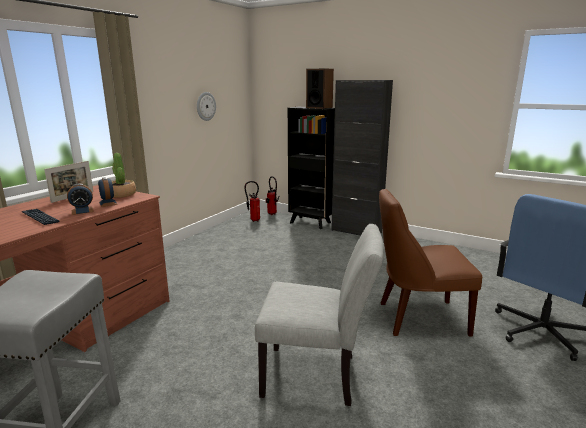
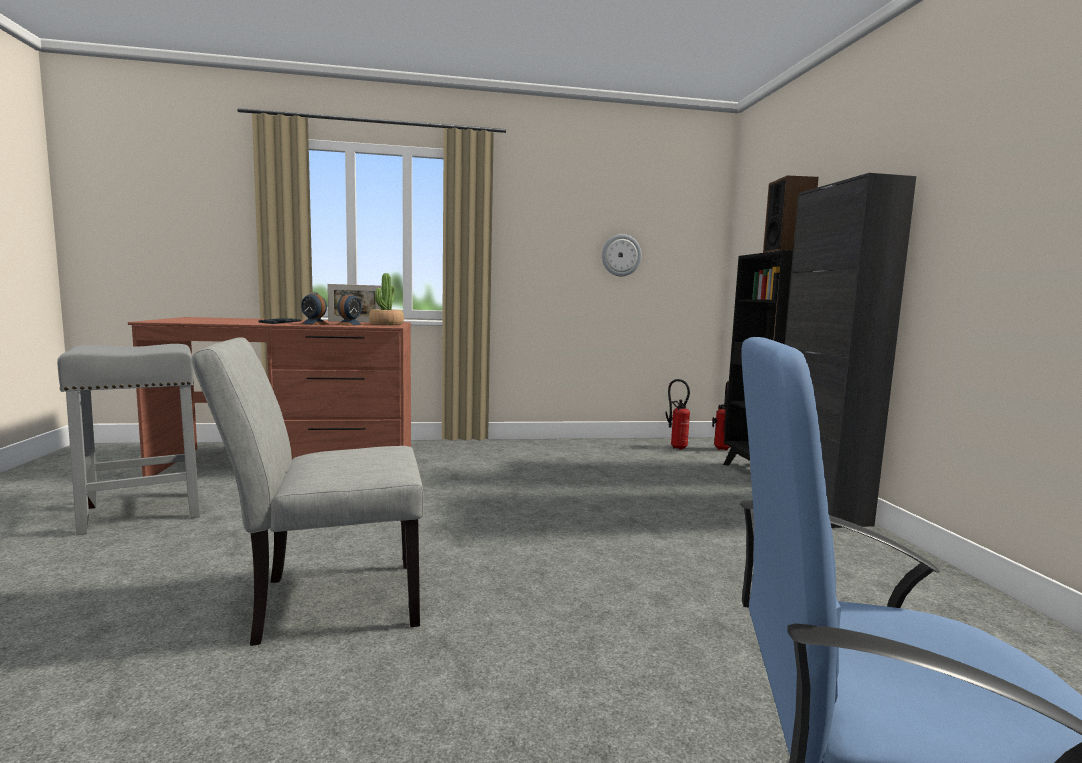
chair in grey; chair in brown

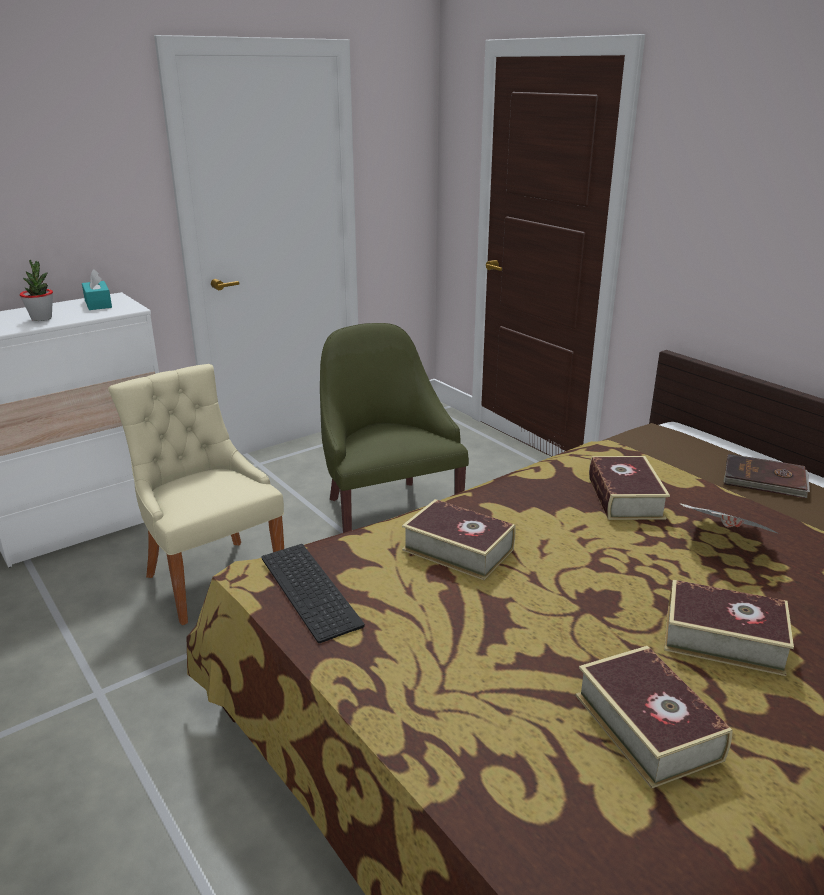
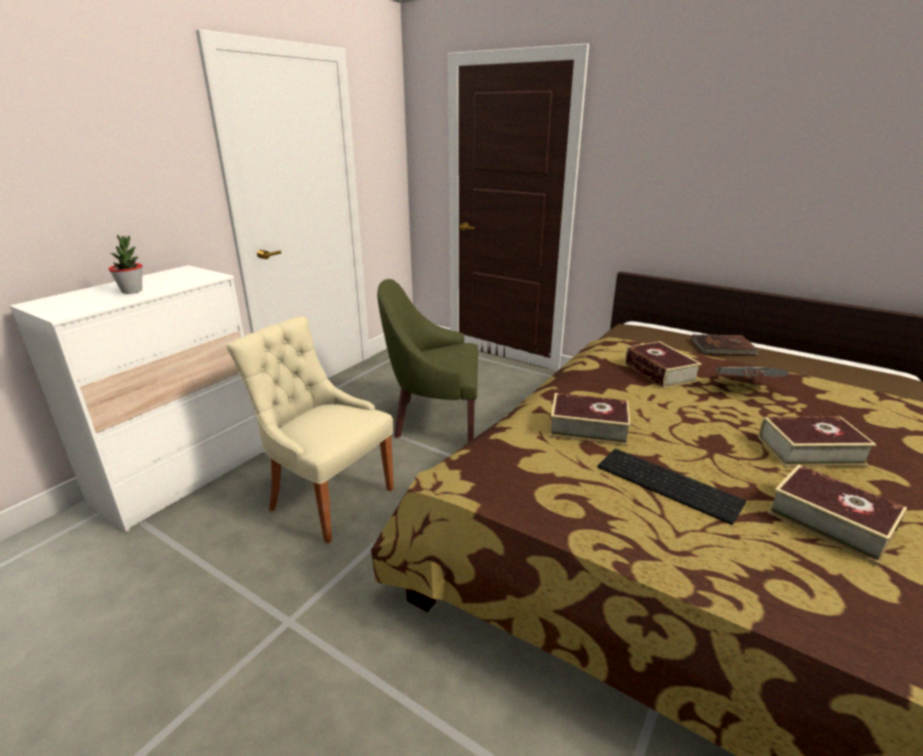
armchair in green; keyboard; tissue box in turquoise

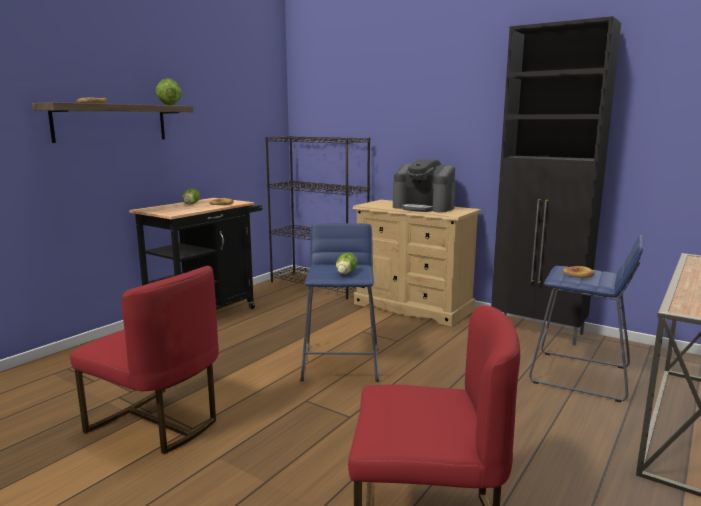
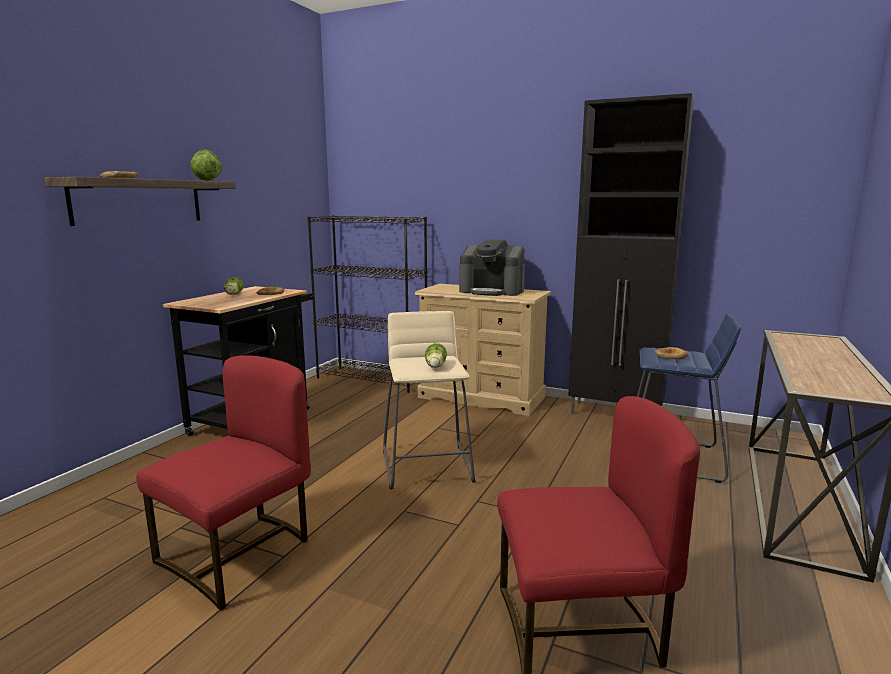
chair in red (no. 1 from left); stool in beige

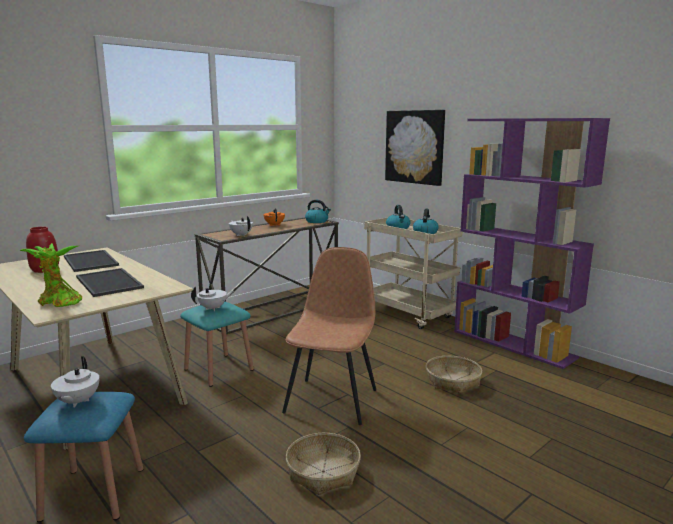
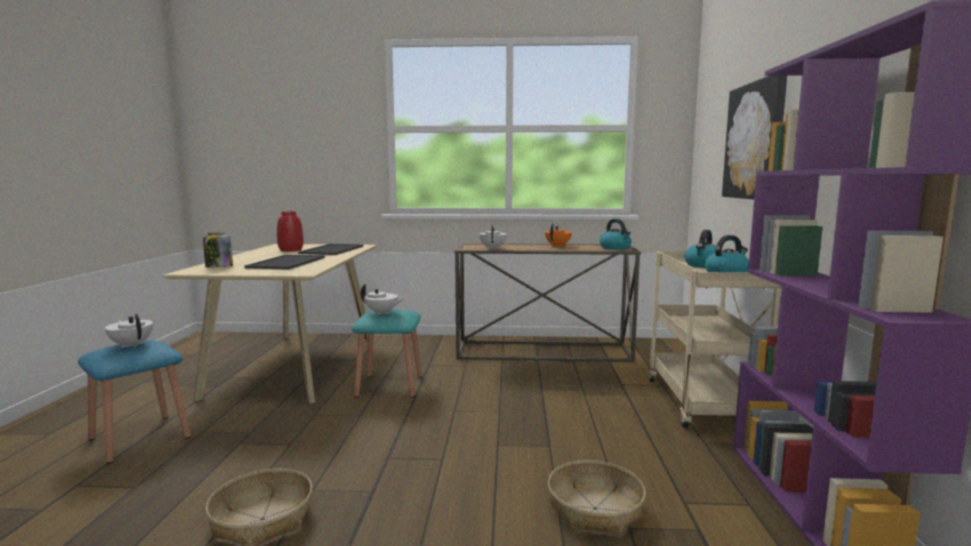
teapot in white (no. 1 from left); jar; chair in brown

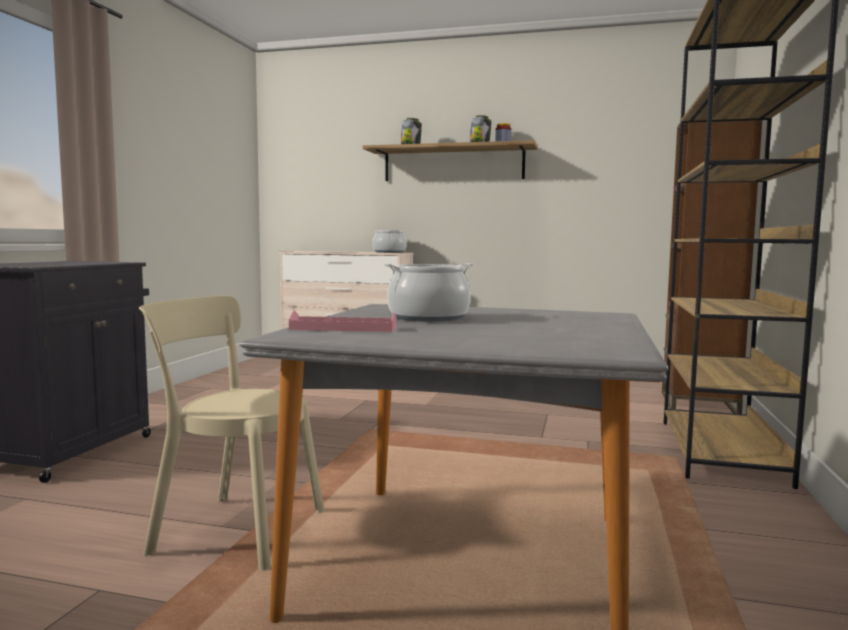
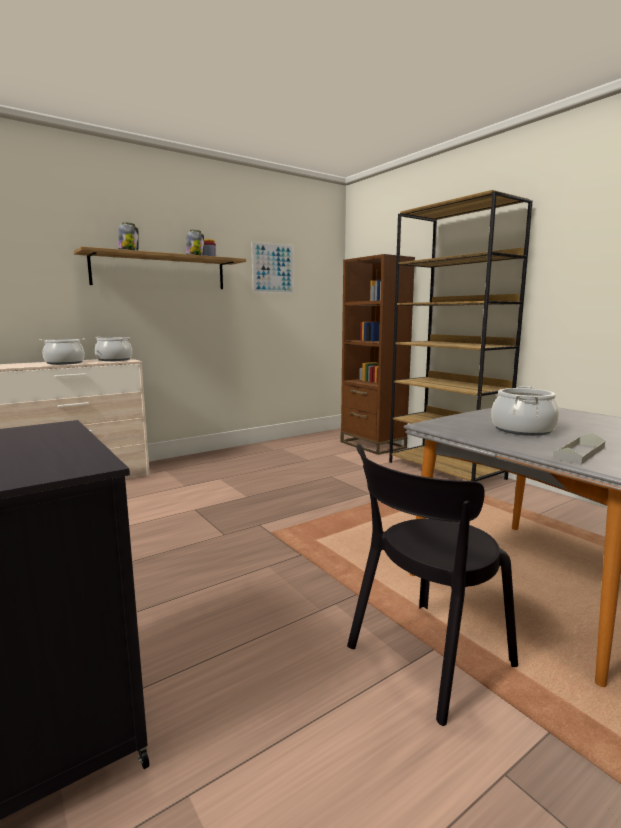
cooking pot (no. 1 from left); picture; chair in black; tray in grey

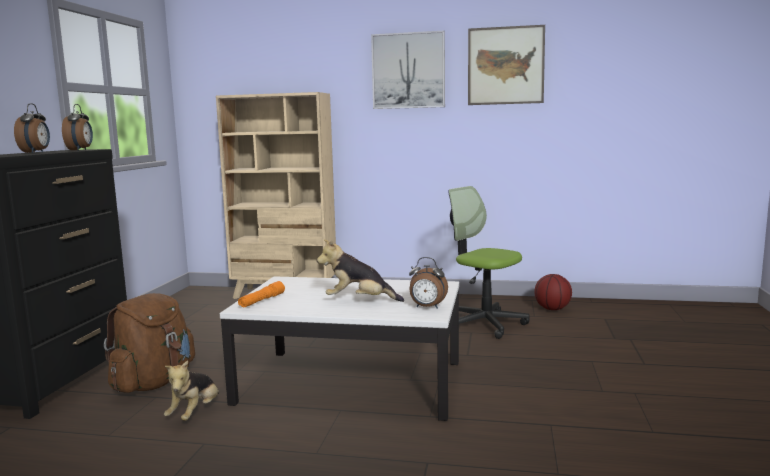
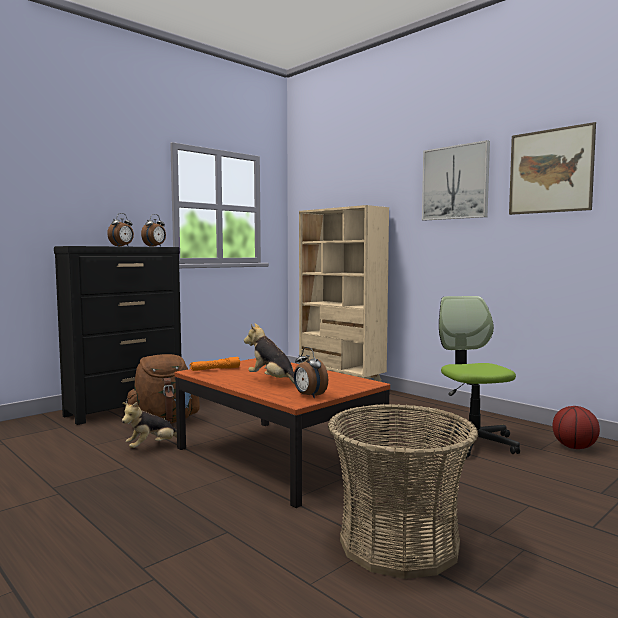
coffee table in brown; basket

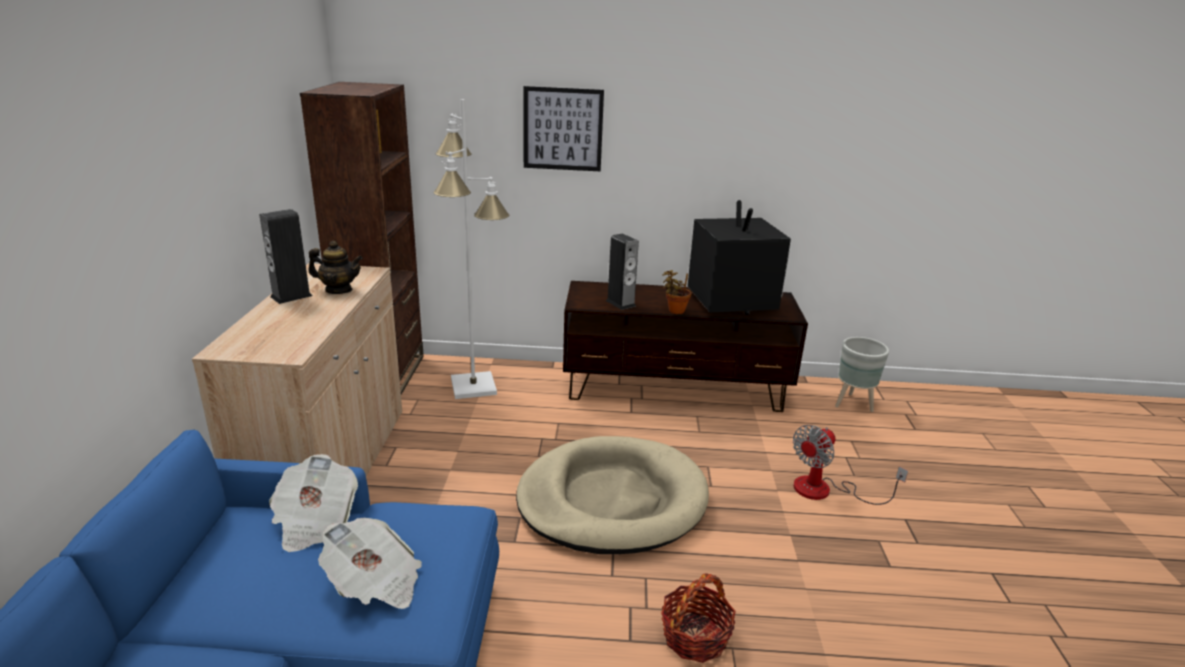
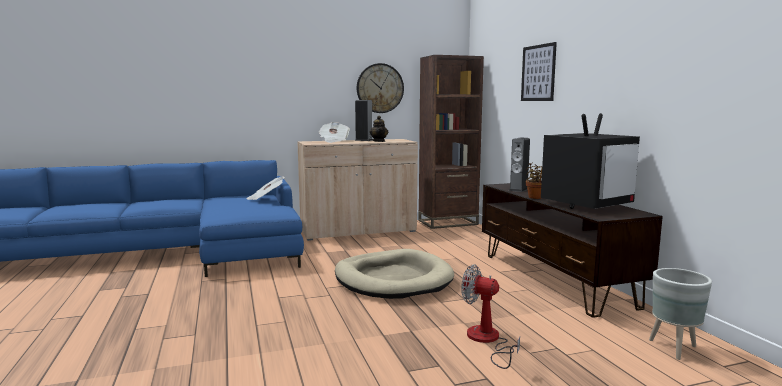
newspaper (no. 2 from left); wall clock; floor lamp in white; basket

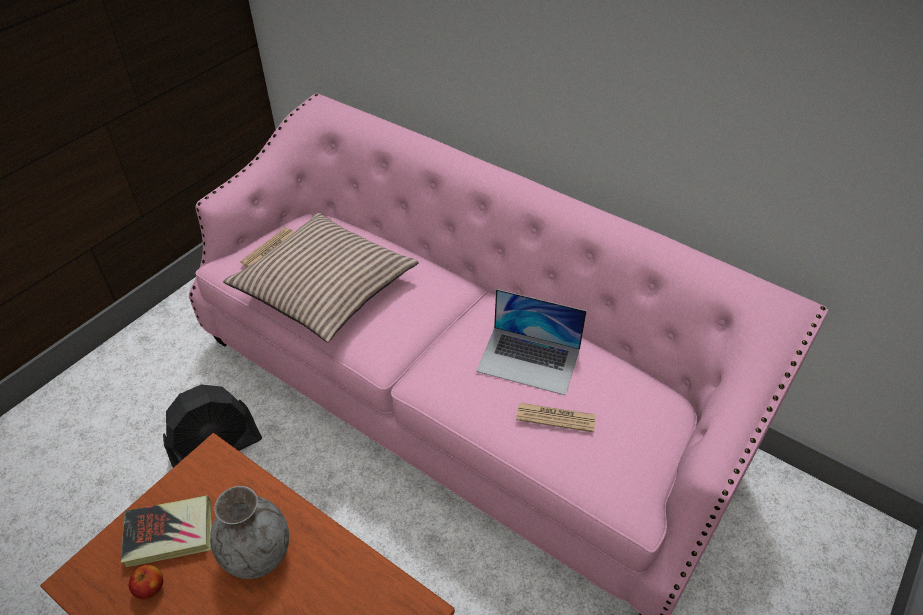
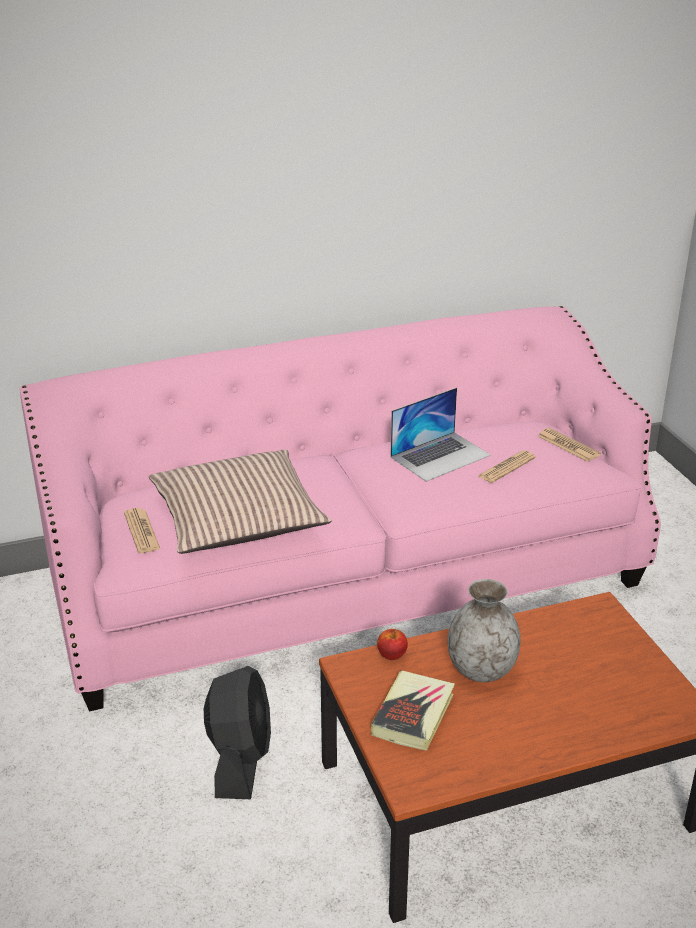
apple; newspaper (no. 3 from left)

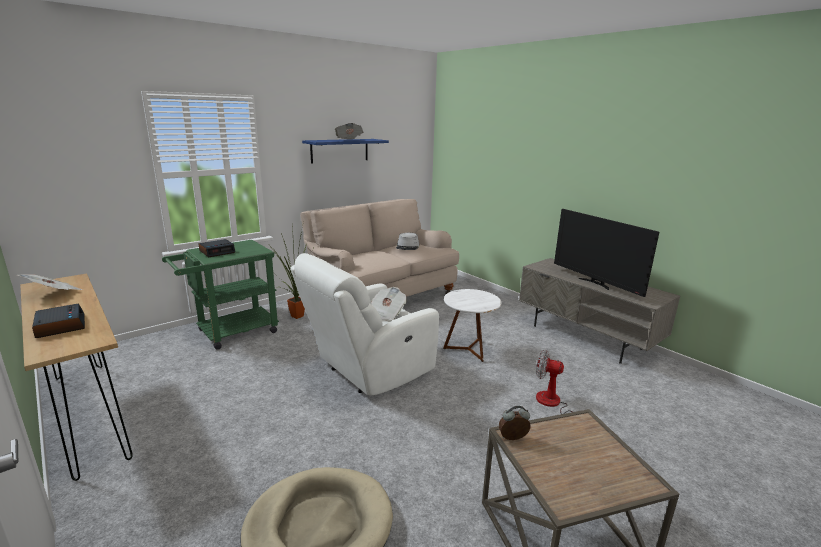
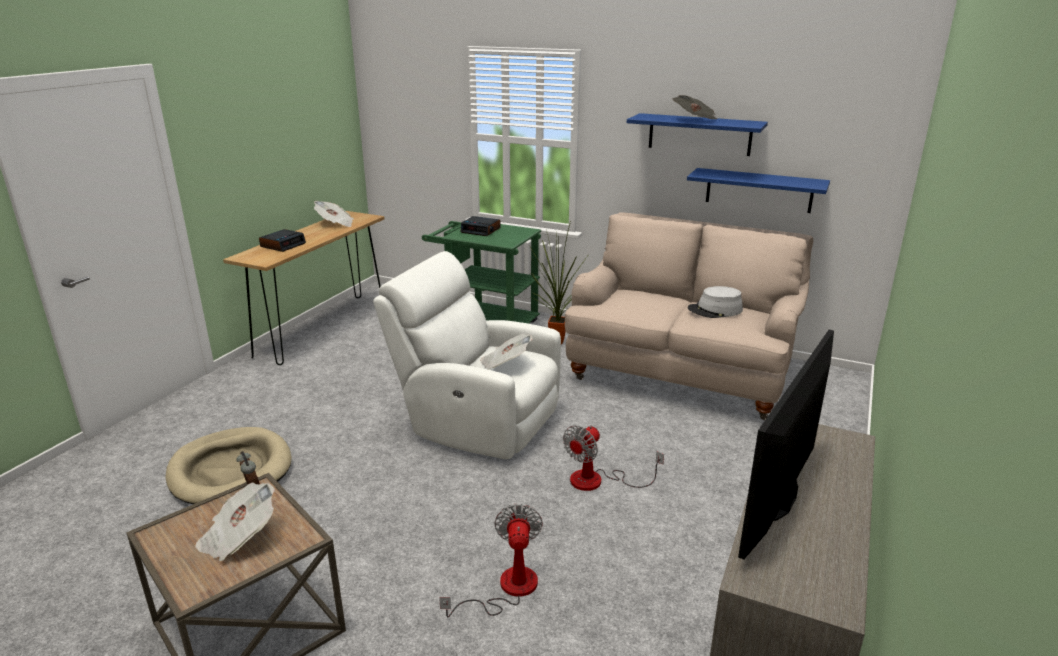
newspaper (no. 1 from left); fan (no. 2 from left); shelf in blue (no. 2 from left)

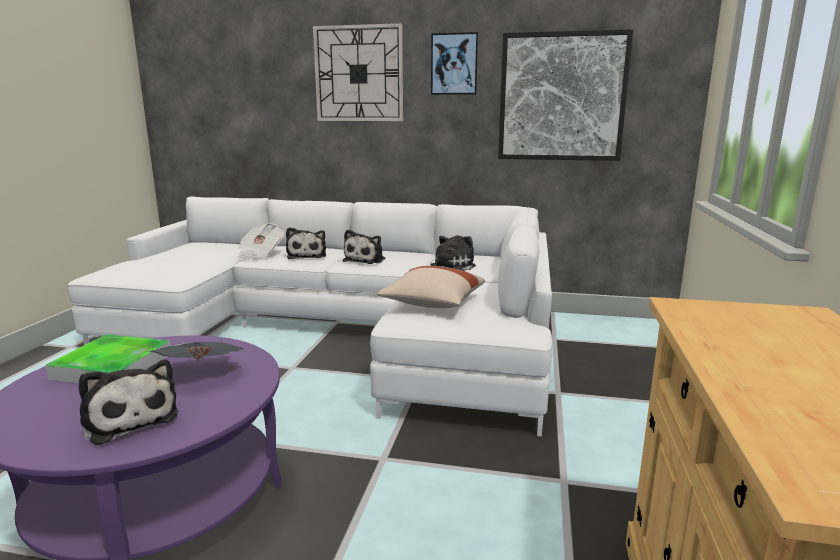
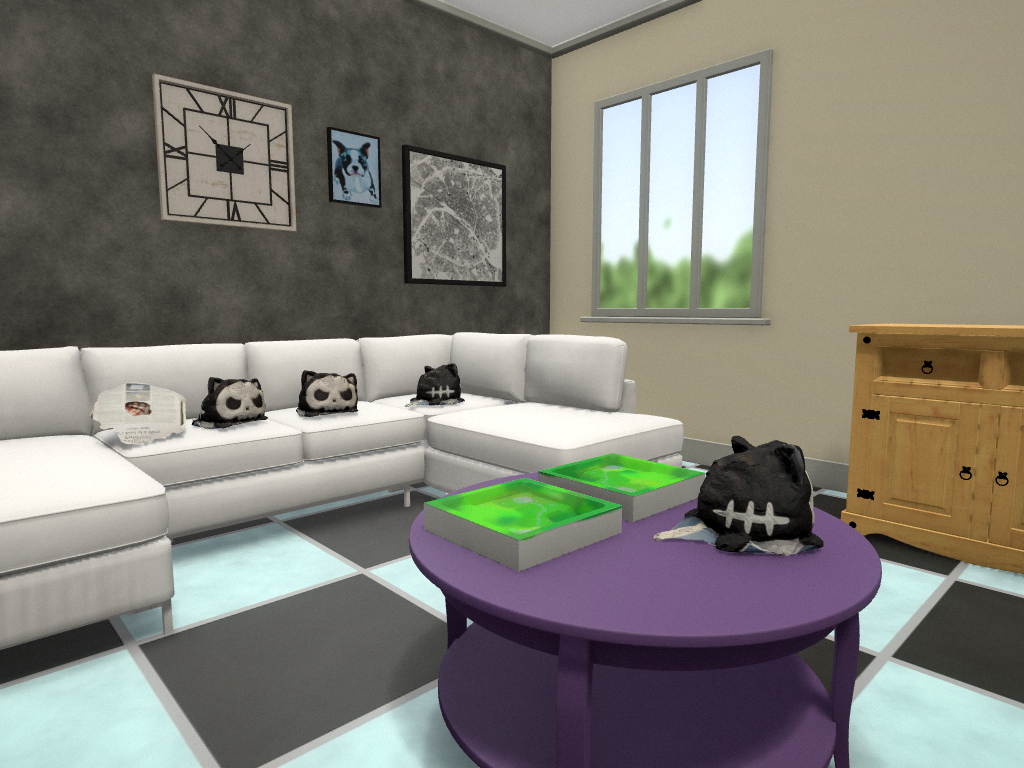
plush toy (no. 3 from left); tray (no. 2 from left); pillow in beige

